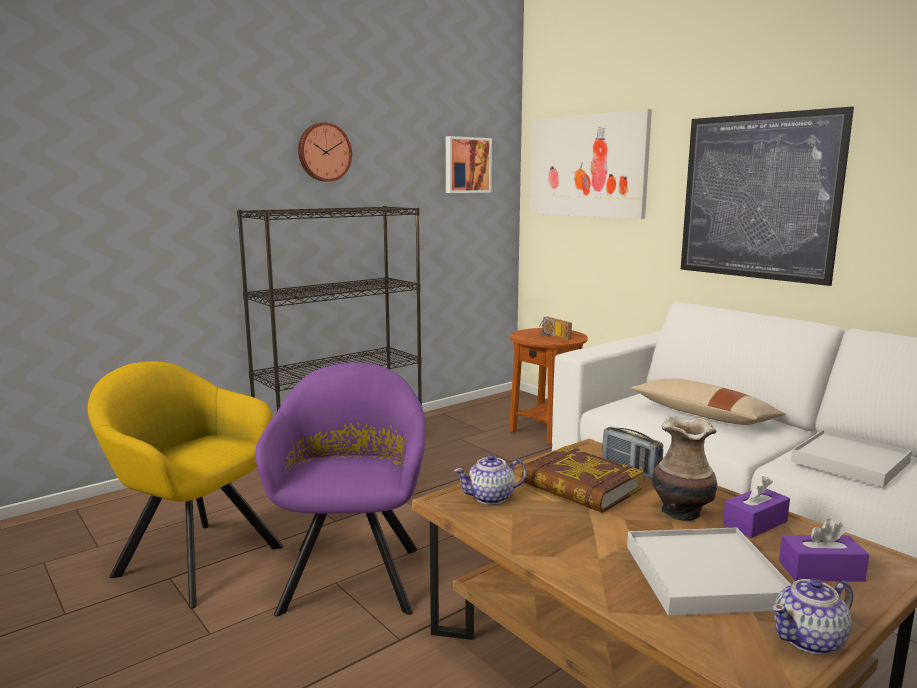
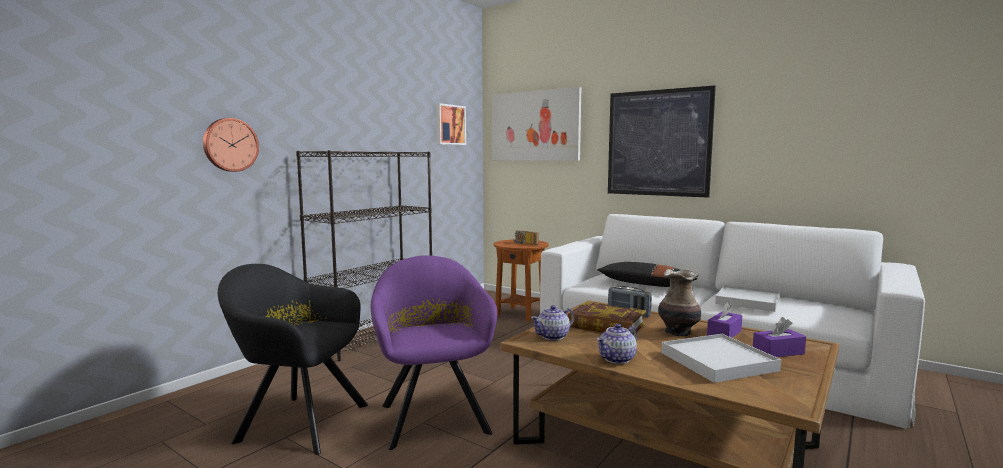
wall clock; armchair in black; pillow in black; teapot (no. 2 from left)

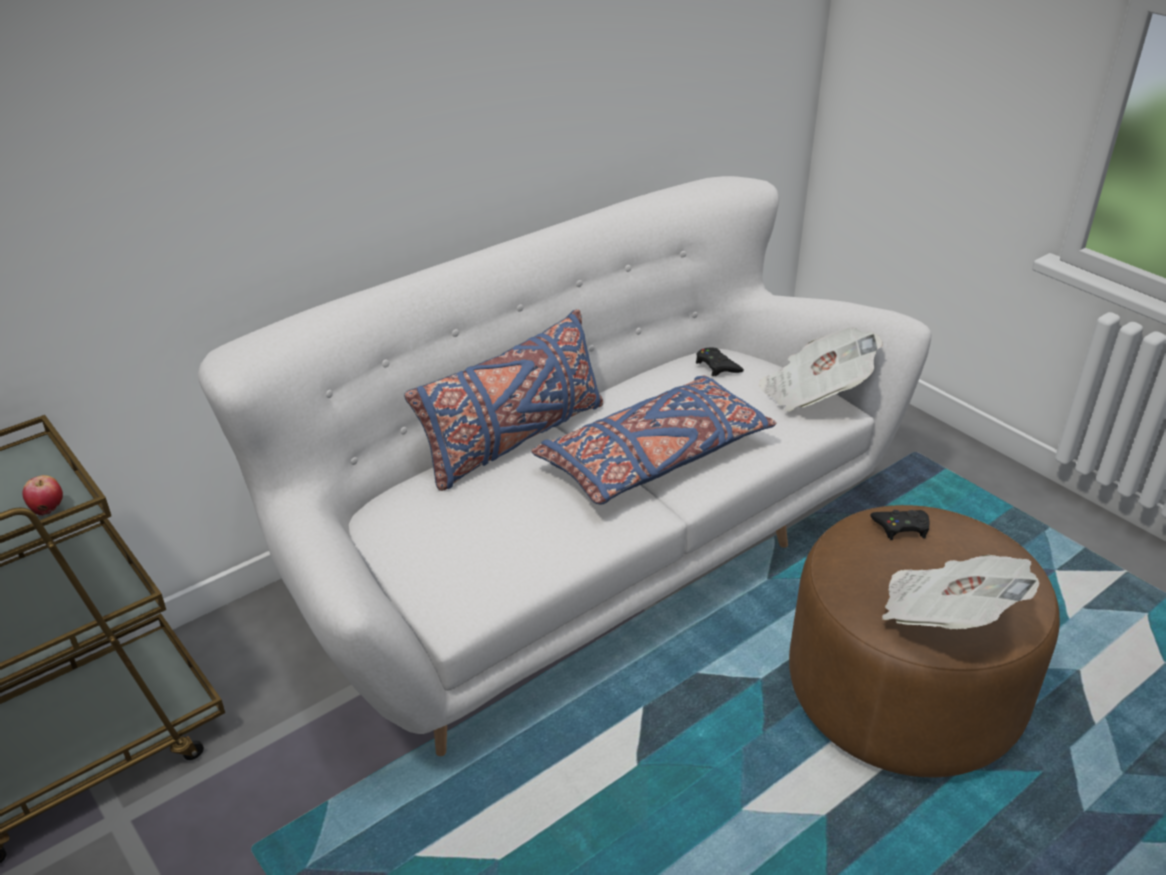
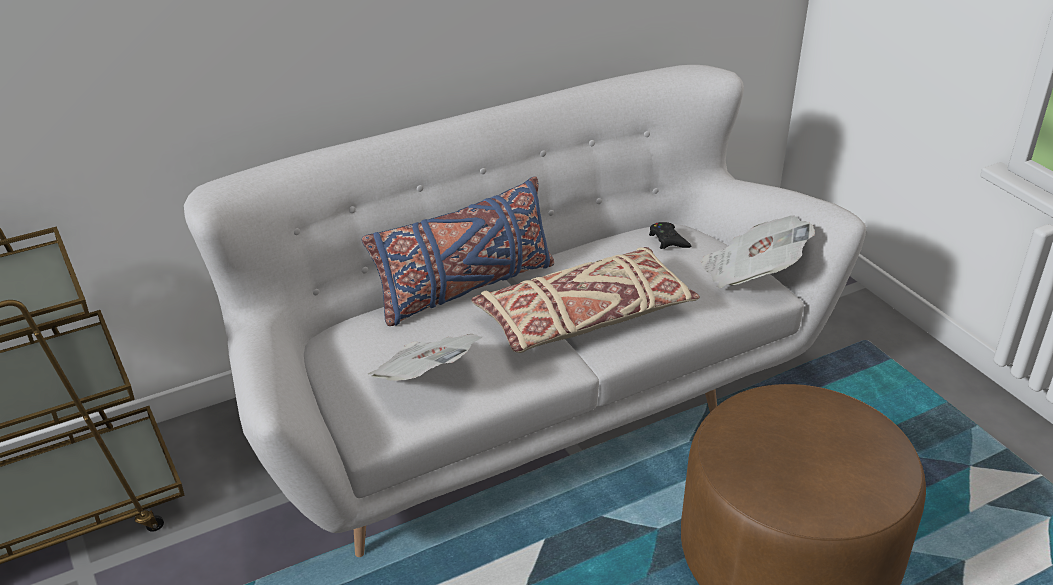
newspaper (no. 1 from left); pillow in beige; apple; game controller in black (no. 2 from left in the first image)

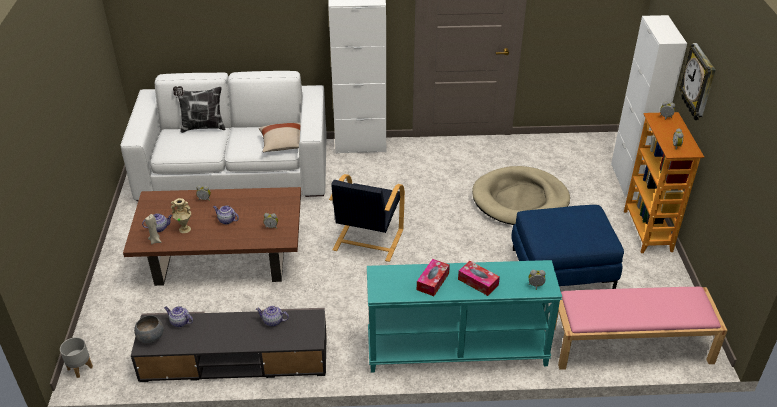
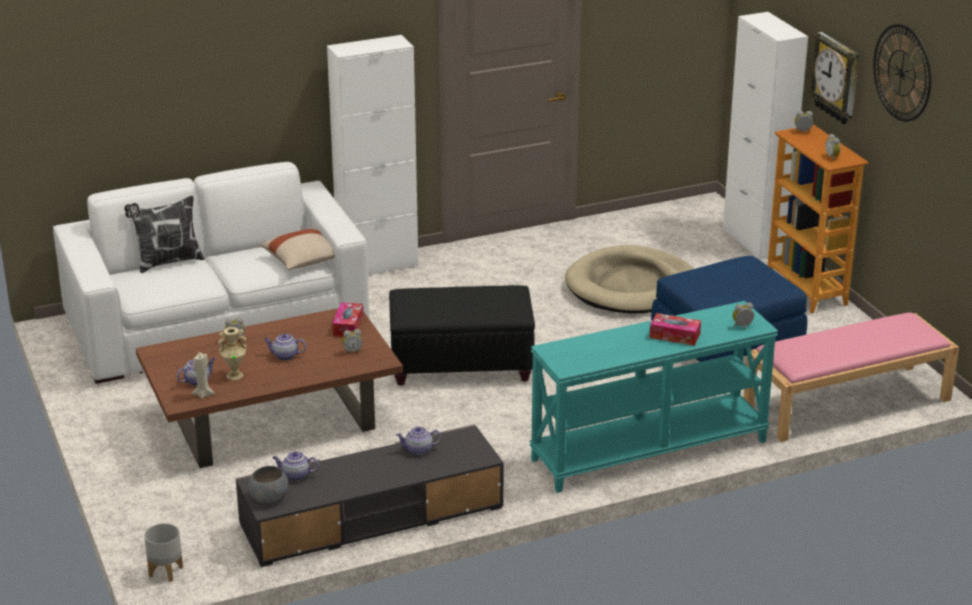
tissue box (no. 1 from left); ottoman in black; wall clock (no. 2 from left)

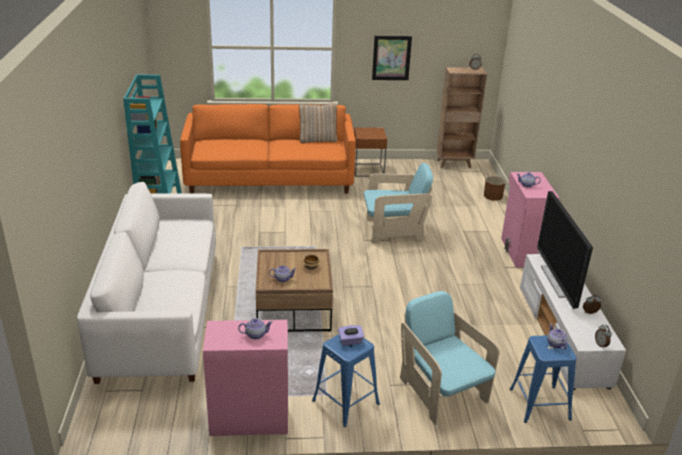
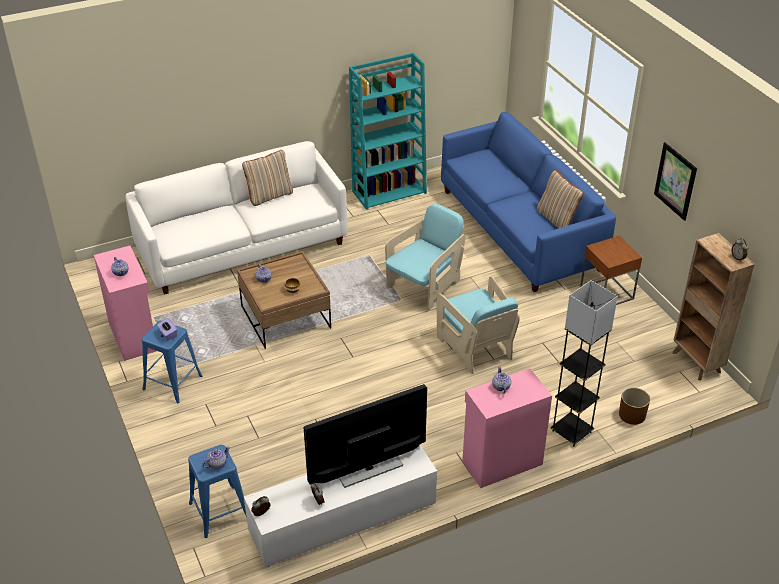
pillow in beige (no. 1 from left); armchair in turquoise (no. 1 from left); sofa in blue; floor lamp in grey

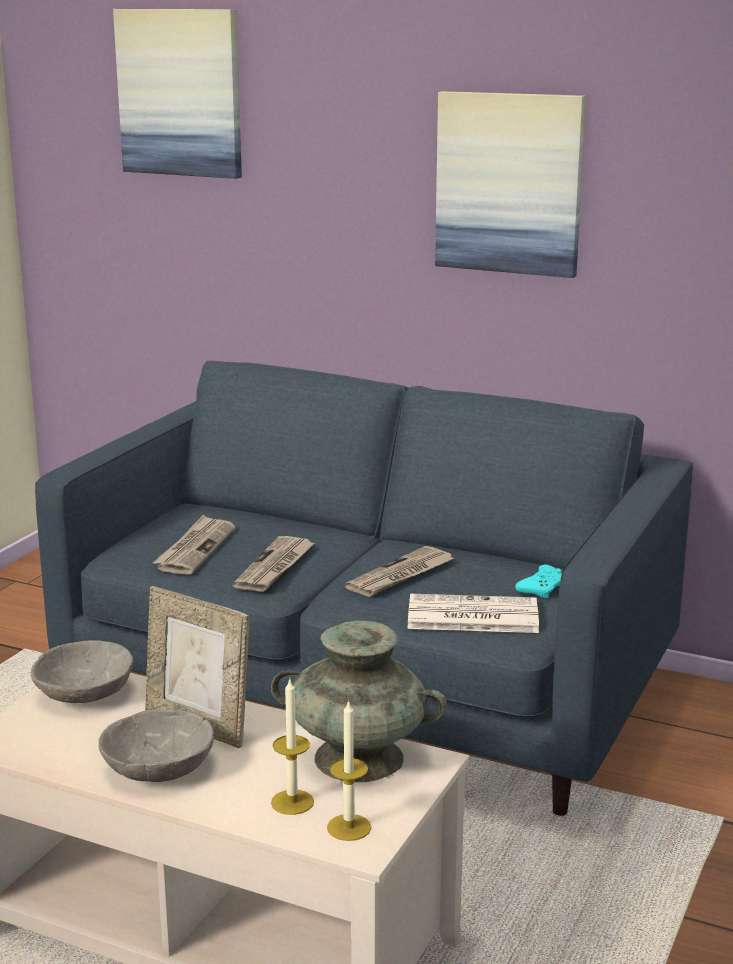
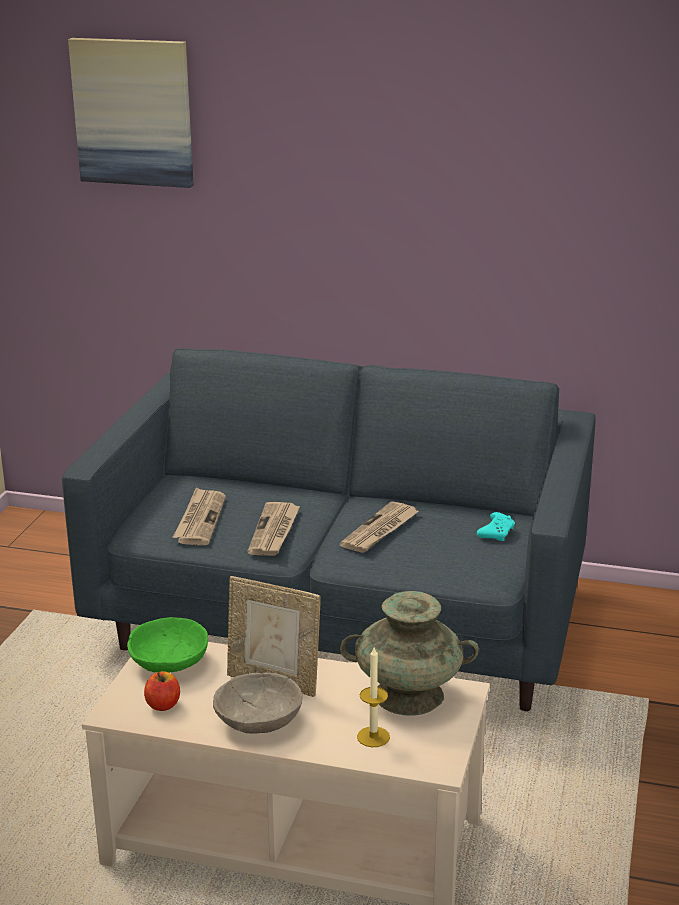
bowl in green; apple; candle (no. 2 from left in the first image); newspaper (no. 4 from left in the first image); picture (no. 2 from left in the first image)

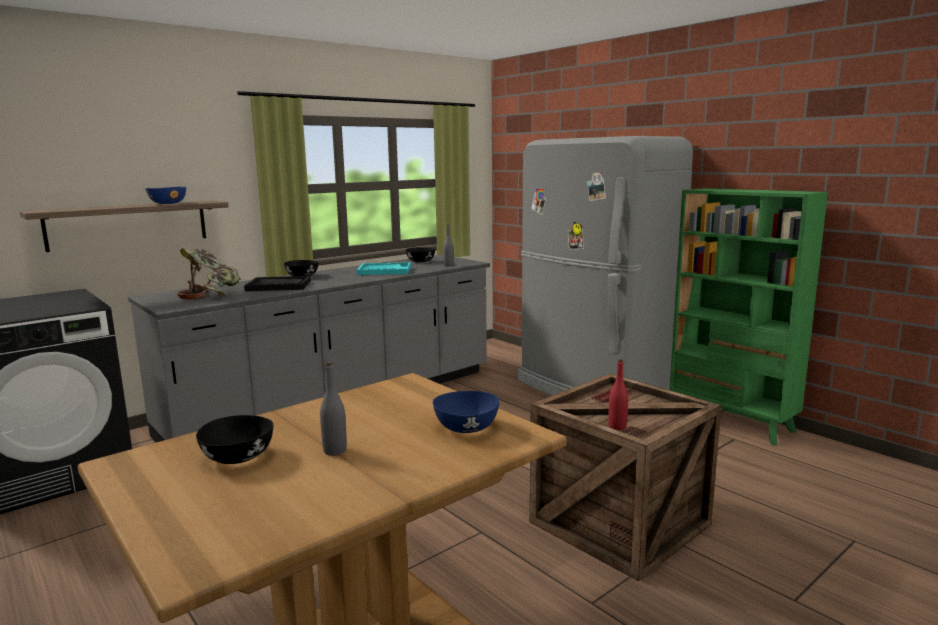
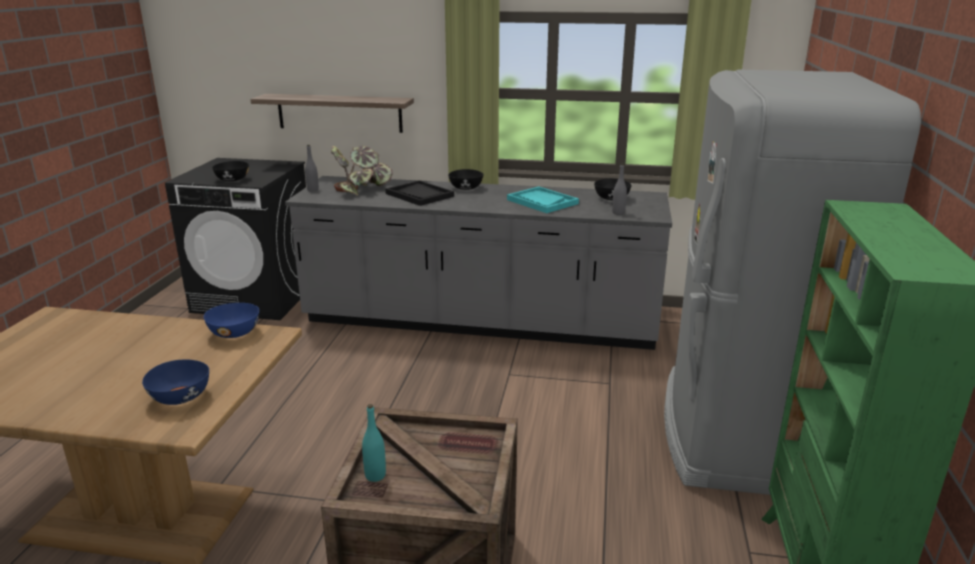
bowl in blue (no. 2 from left); bowl in black (no. 1 from left); bottle in grey (no. 1 from left); bottle in turquoise

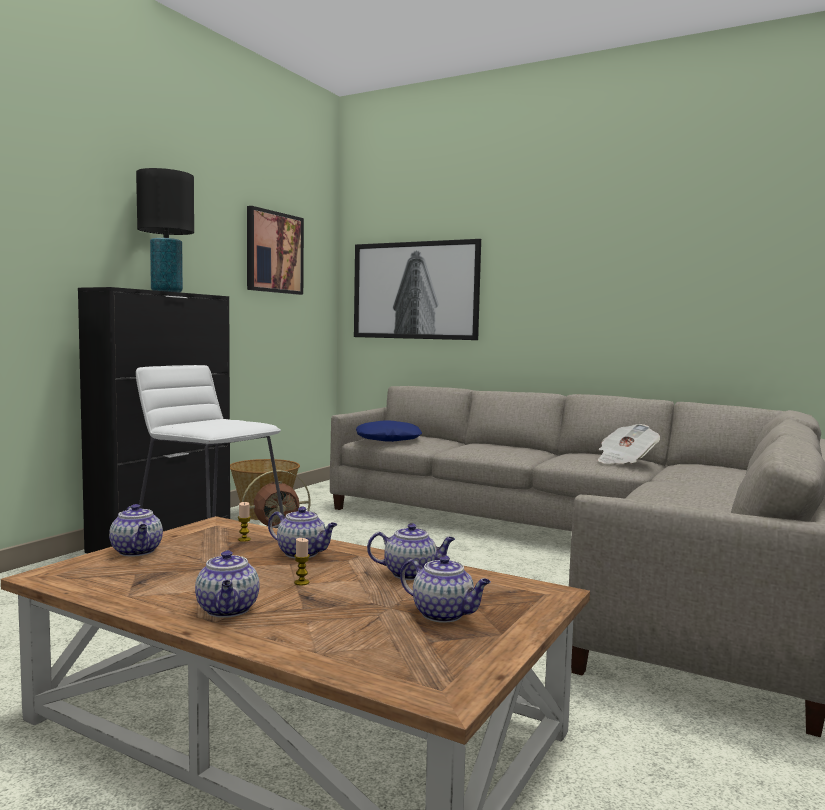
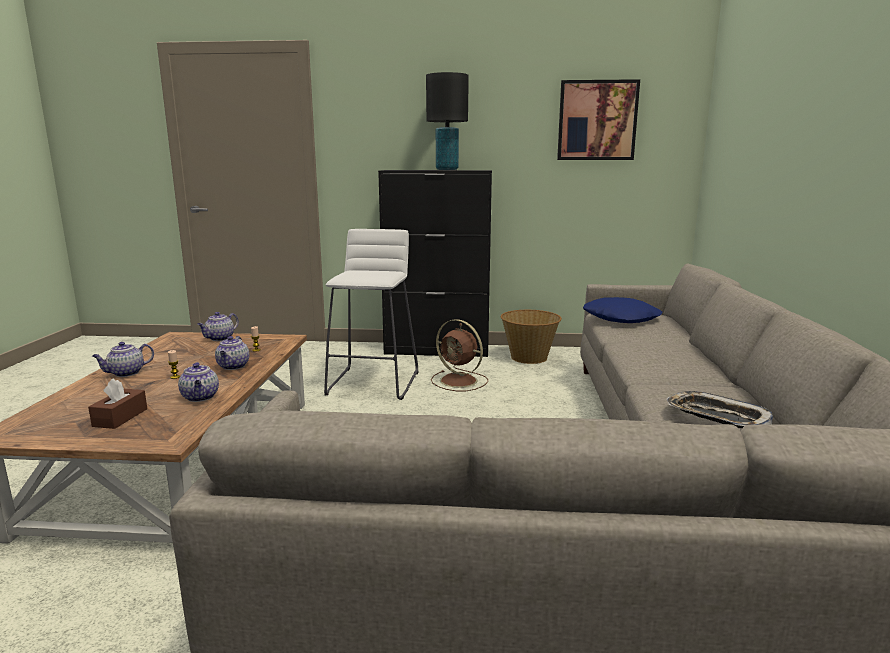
tissue box in brown; tray; picture (no. 2 from left in the first image)

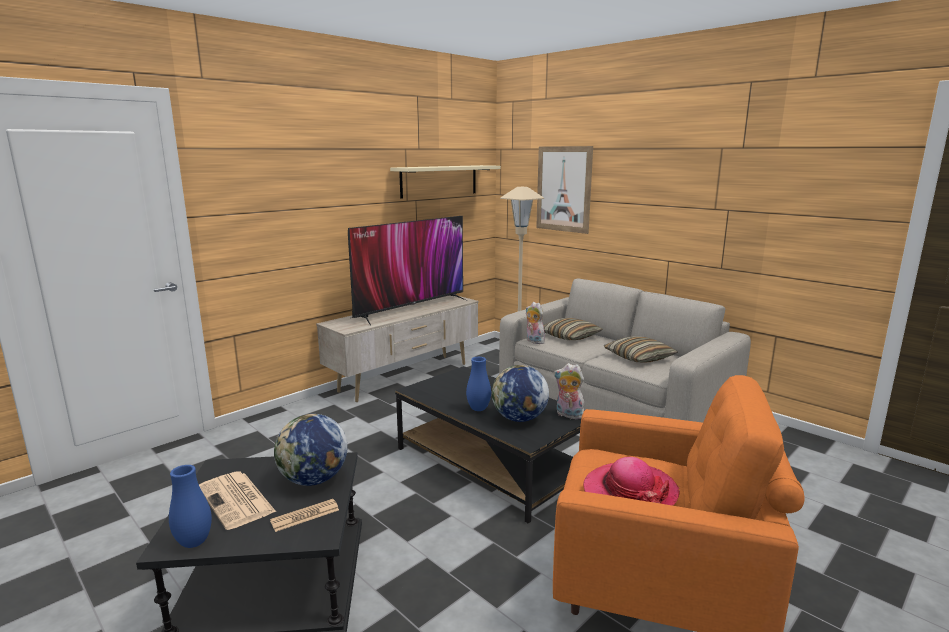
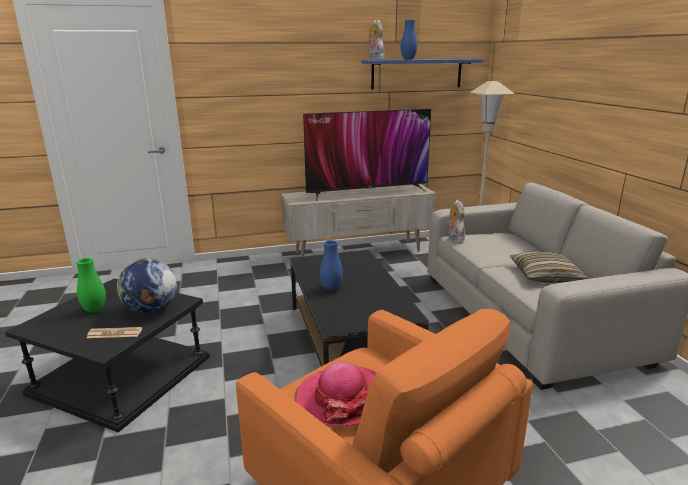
vase in green; shelf in blue; plush toy (no. 1 from left); vase in blue (no. 2 from left); globe (no. 2 from left in the first image); picture; pillow (no. 1 from left in the first image)

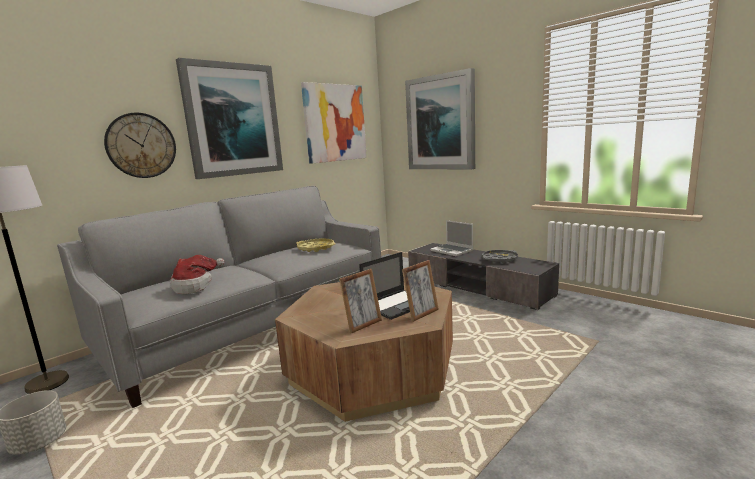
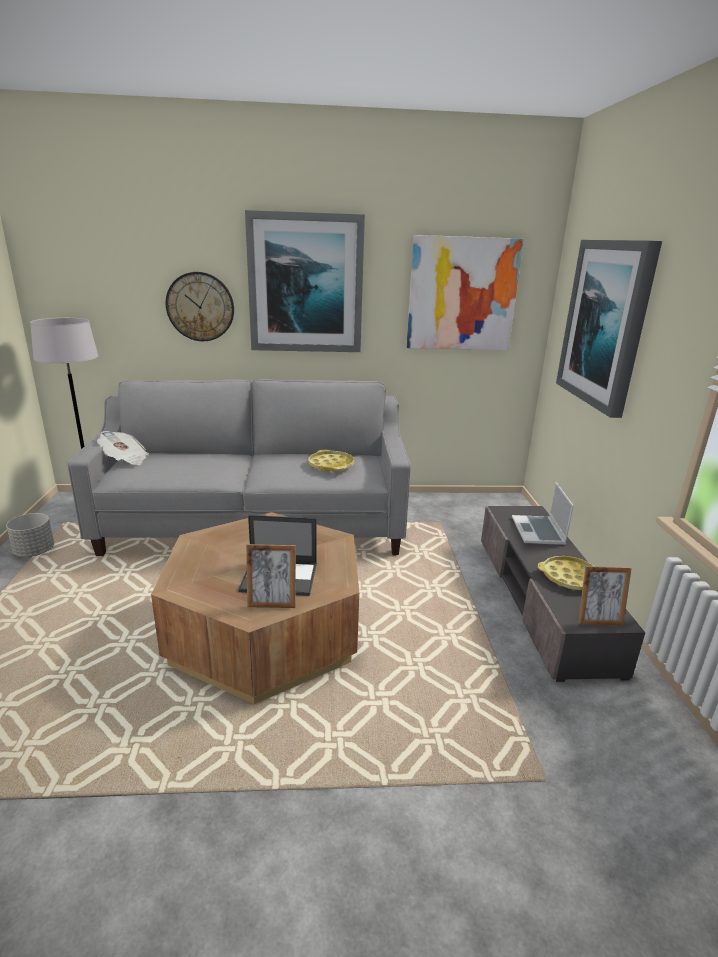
newspaper; tray in yellow (no. 2 from left); picture frame (no. 2 from left); hat

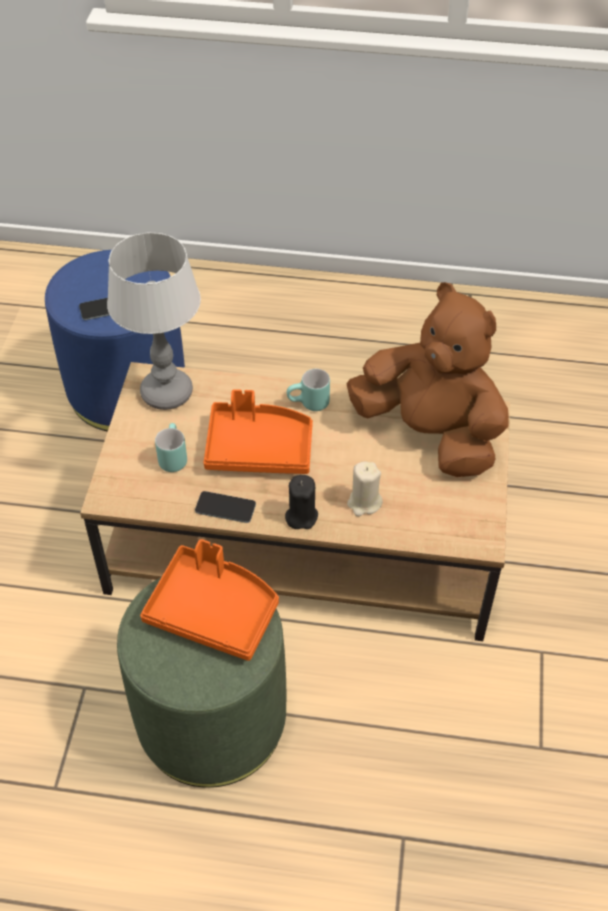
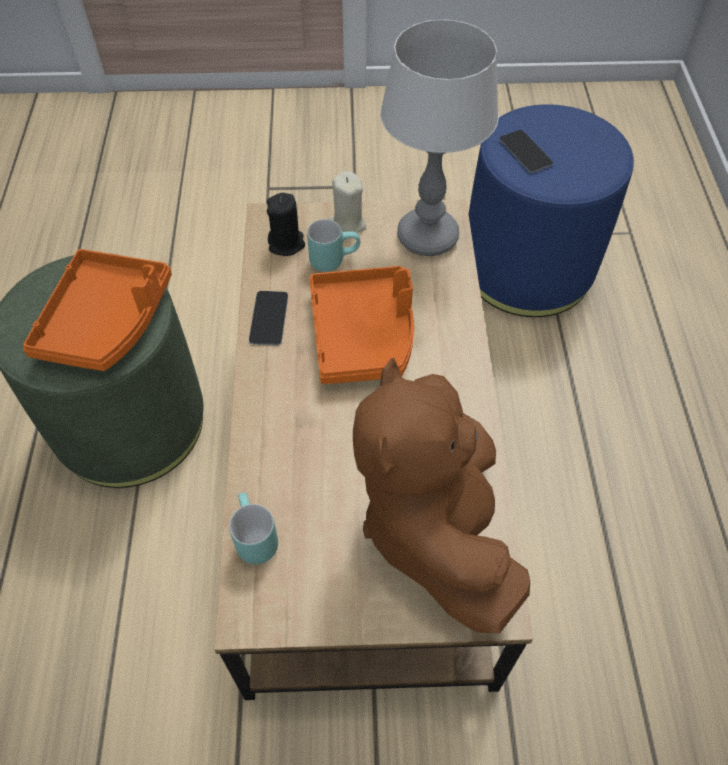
mug in turquoise (no. 1 from left); candle in black; candle in beige; plush toy in brown

